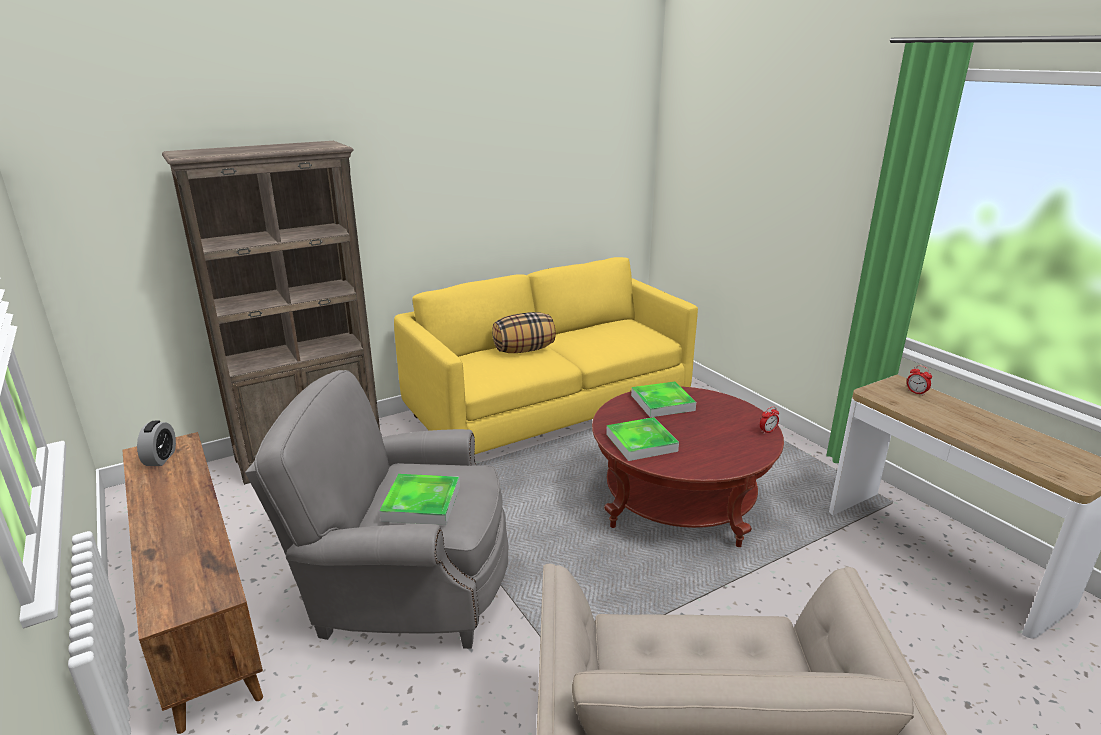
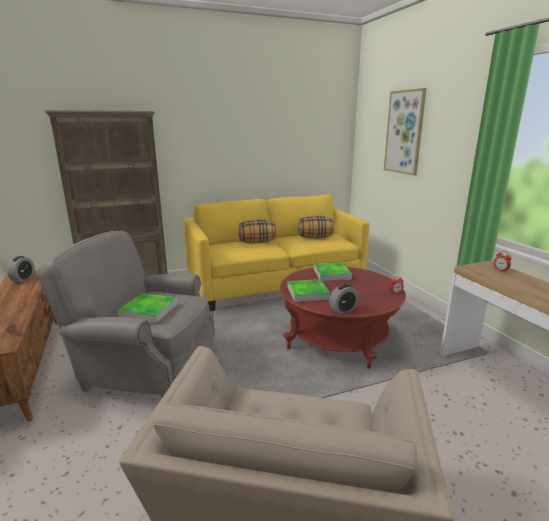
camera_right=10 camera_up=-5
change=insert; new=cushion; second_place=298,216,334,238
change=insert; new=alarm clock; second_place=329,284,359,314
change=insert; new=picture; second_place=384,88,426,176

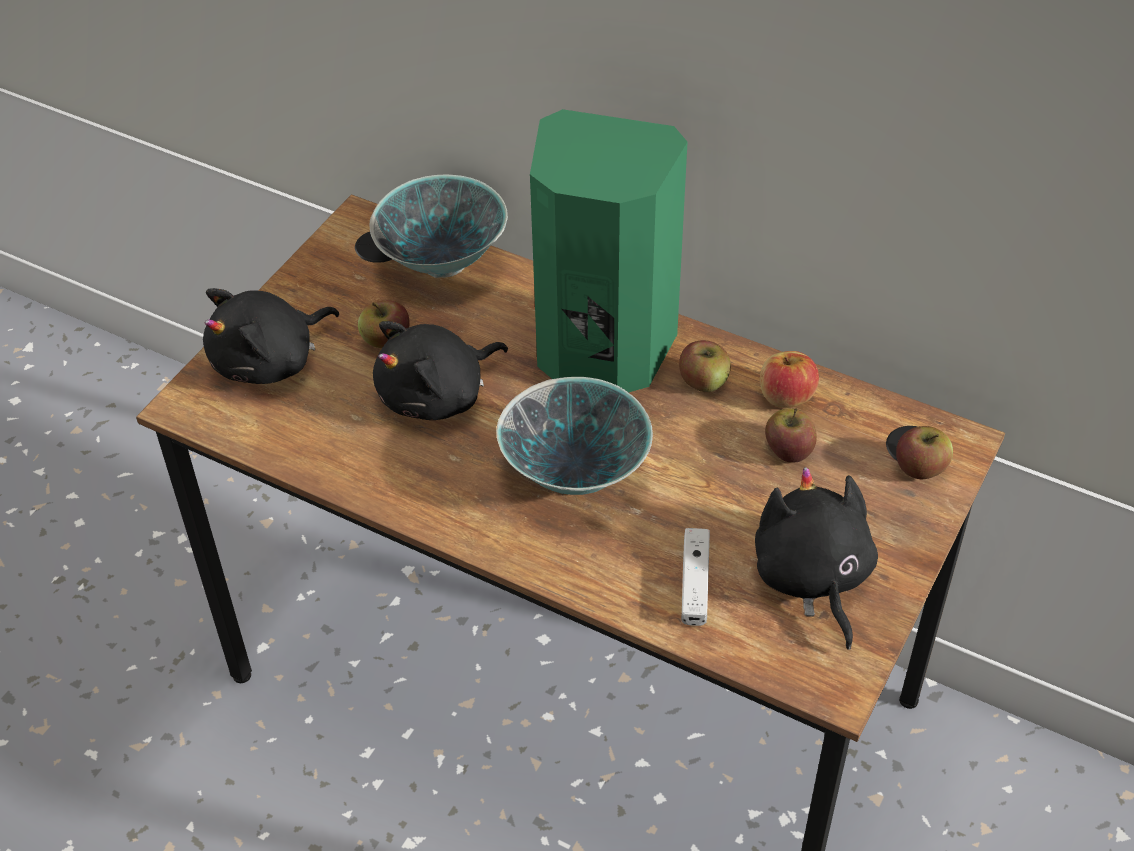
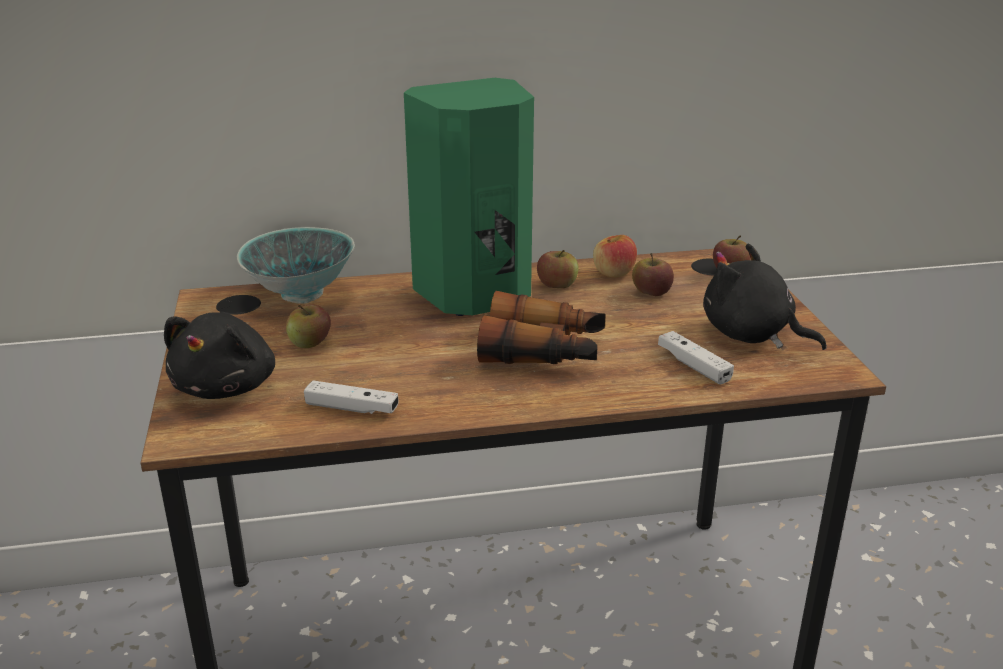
camera_right=-40 camera_up=-20
change=delete; old=blackish plush toy; first_place=373,321,508,420
change=replace; old=deep dish; new=field glasses; first_place=496,377,653,495; second_place=477,291,606,364
change=insert; new=white-coloured game controller; second_place=304,380,399,414

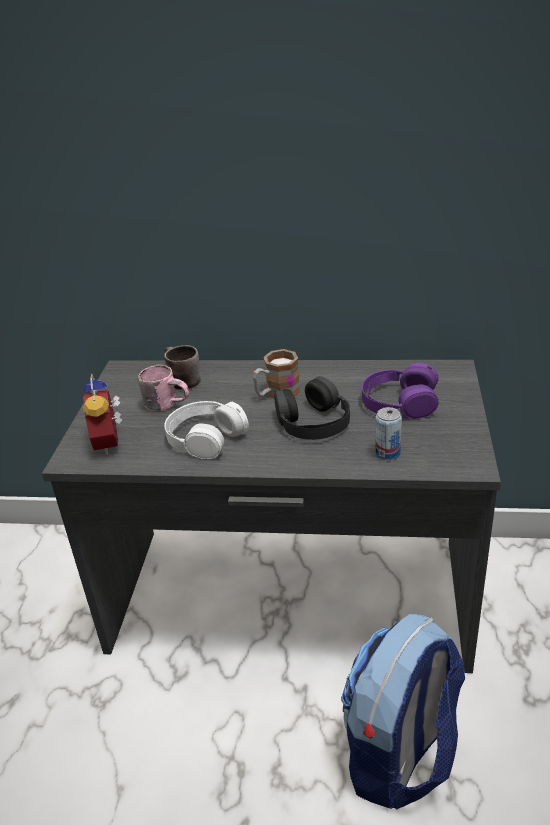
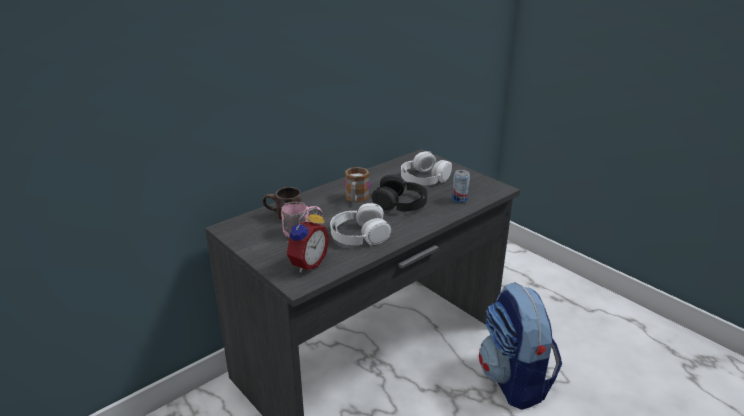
camera_right=-50 camera_up=-5
change=rotate; old=alarm clock; first_place=83,374,122,455; second_place=287,209,329,273; degrees=-90
change=recolor; old=purple-coloured pair of headphones; new=white-coloured pair of headphones; first_place=362,363,439,419; second_place=401,151,452,185

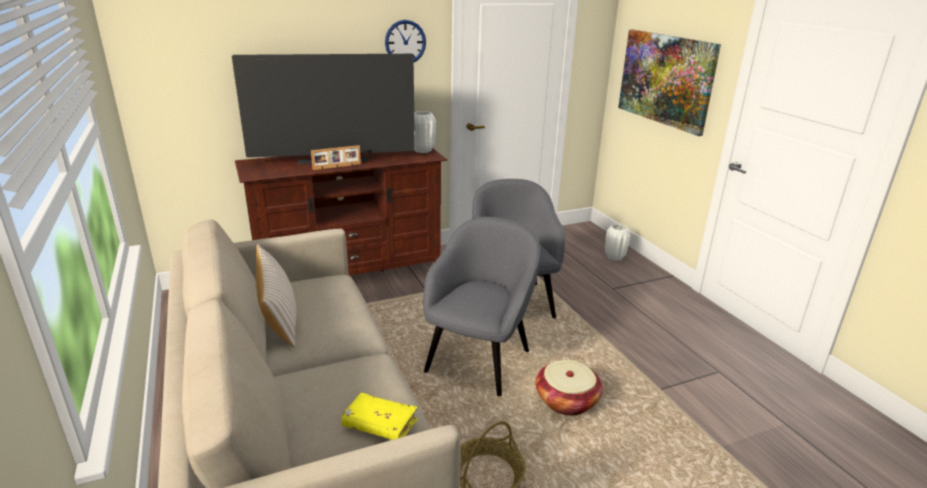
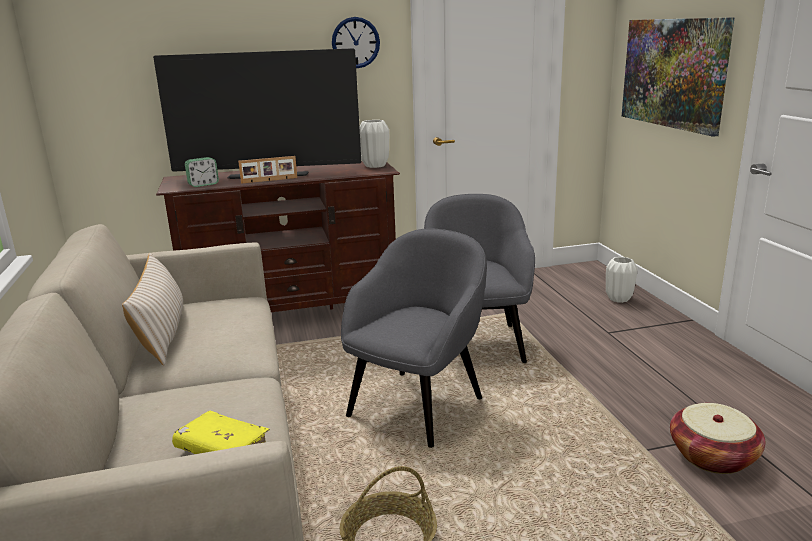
camera_right=10 camera_up=-5
change=move; old=household basket; first_place=536,360,603,416; second_place=670,403,765,474
change=insert; new=alarm clock; second_place=185,157,219,187

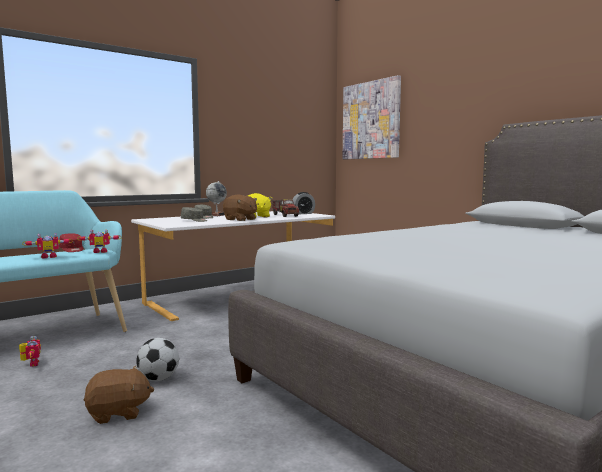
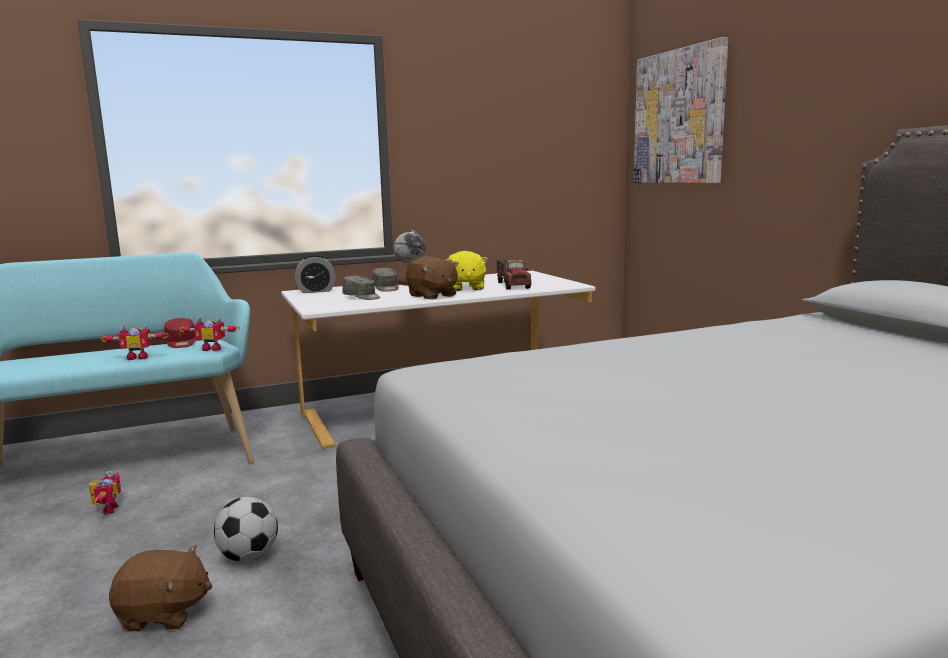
camera_right=15 camera_up=5
change=move; old=alarm clock; first_place=292,192,315,214; second_place=295,255,336,293

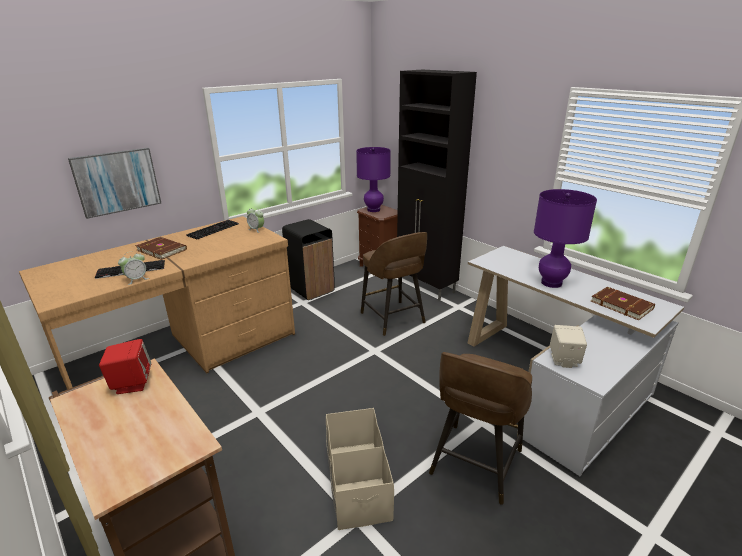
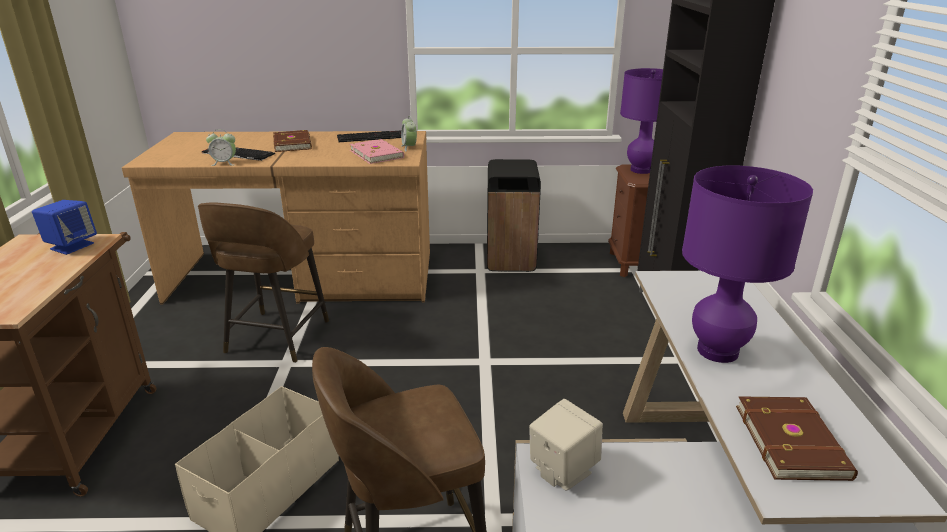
camera_right=40 camera_up=0
change=delete; old=picture; first_place=68,148,161,219
change=recolor; old=red speaker; new=blue speaker; first_place=99,339,151,394; second_place=32,200,97,255
change=move; old=brownish sitting stool; first_place=361,232,427,336; second_place=198,202,329,363
change=insert; new=pink book; second_place=350,139,404,164

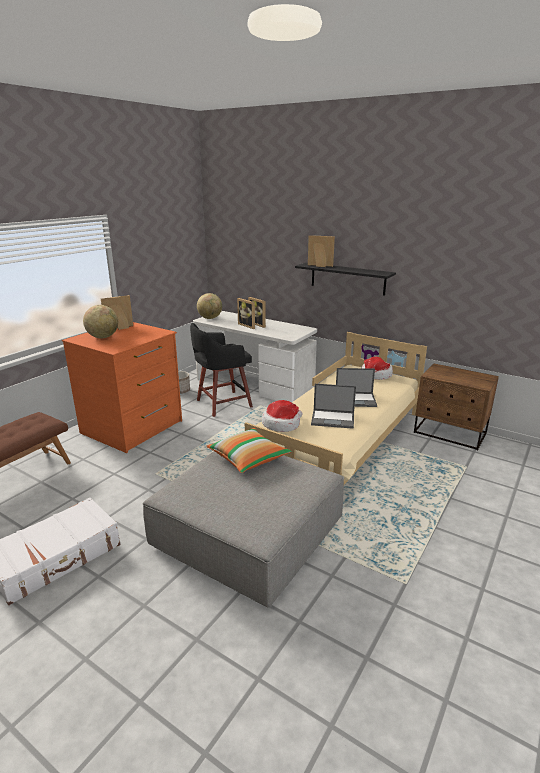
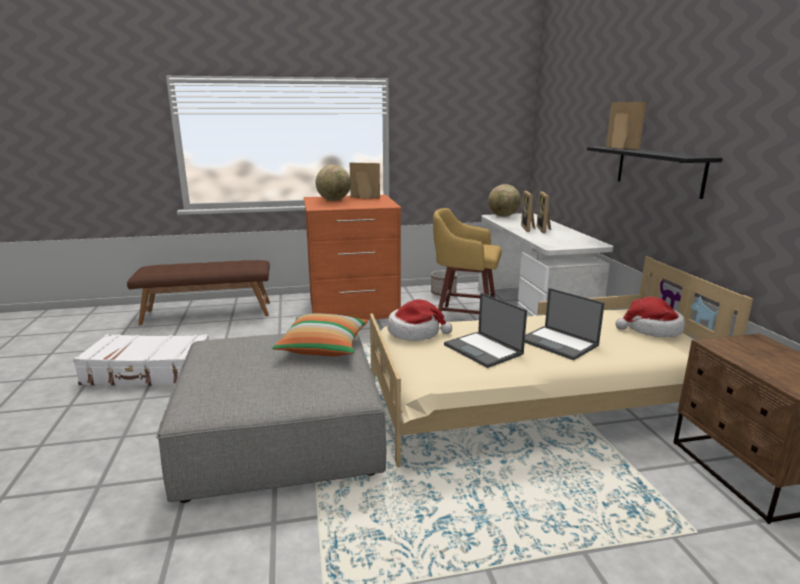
camera_right=45 camera_up=-5
change=recolor; old=blackish sitting stool; new=yellowish sitting stool; first_place=190,323,253,417; second_place=433,208,502,314

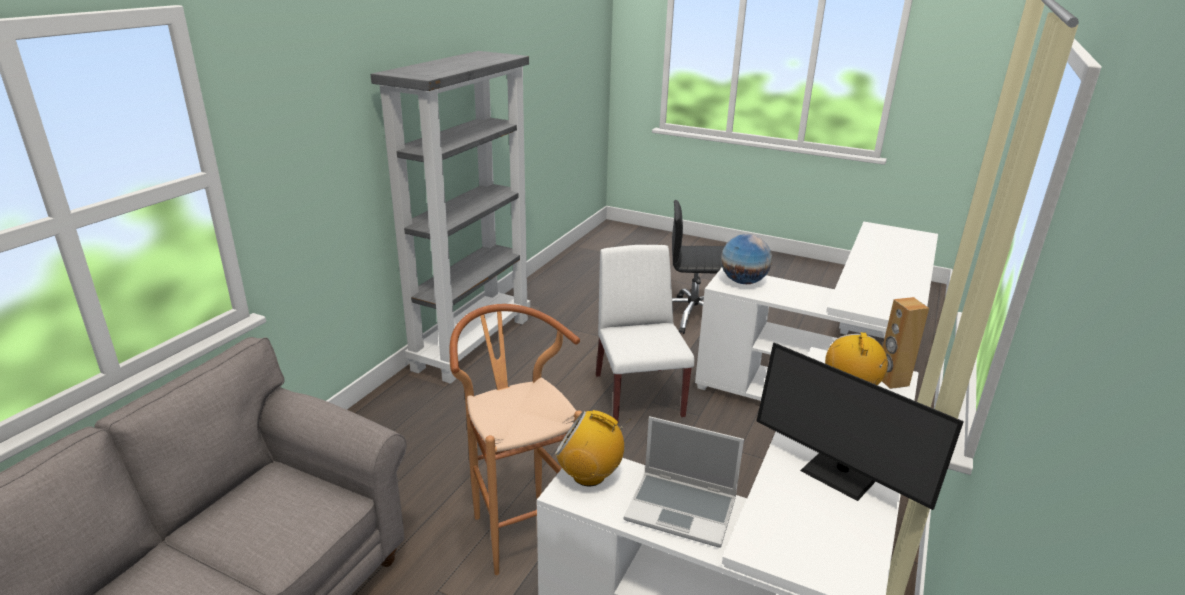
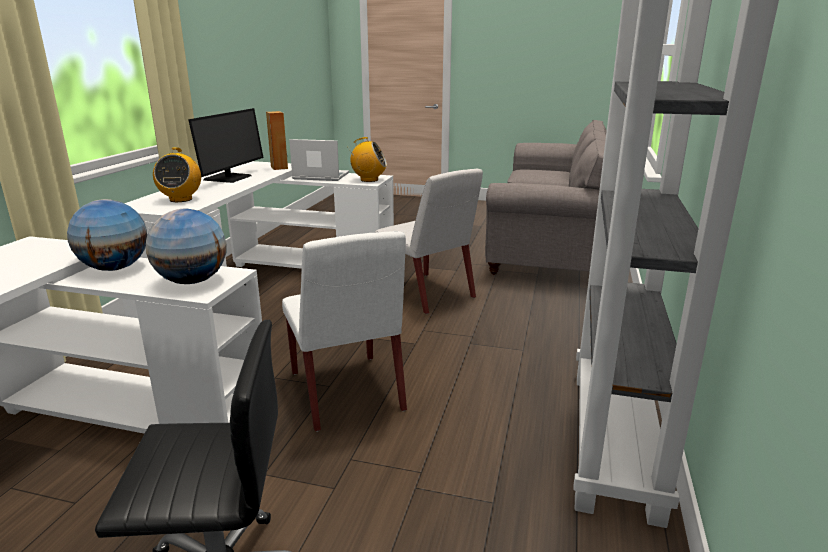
camera_right=170 camera_up=-5
change=replace; old=brownish sitting stool; new=white-coloured upright chair; first_place=449,304,582,575; second_place=374,169,483,314
change=rotate; old=computer screen; first_place=756,343,964,510; second_place=188,108,263,183; degrees=75
change=move; old=brownish speaker; first_place=882,297,929,389; second_place=266,111,288,170
change=insert; new=desk globe; second_place=67,199,147,271

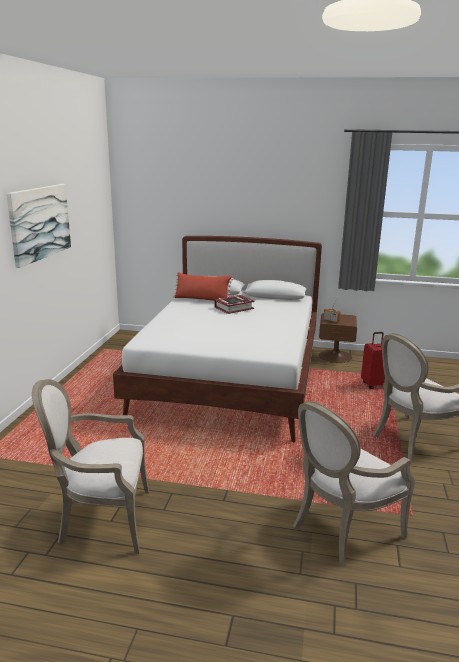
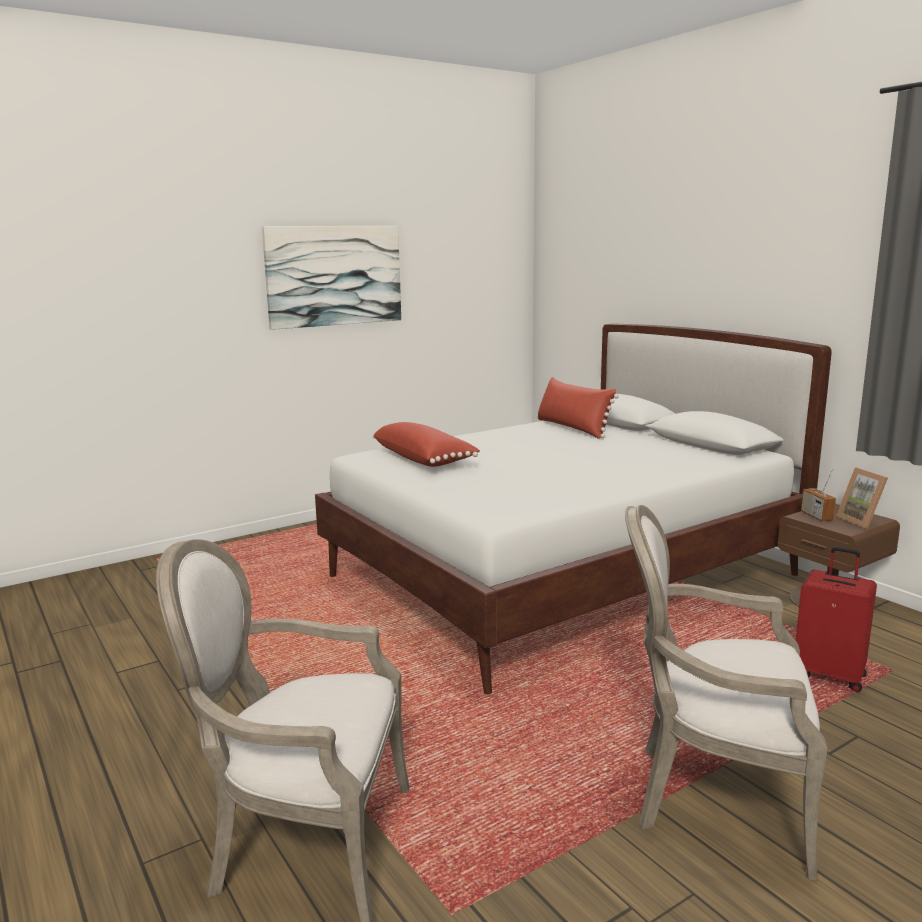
camera_right=45 camera_up=-5
change=delete; old=armchair; first_place=32,379,149,554
change=delete; old=book; first_place=214,295,255,314
change=insert; new=red cushion; second_place=373,422,480,467
change=insert; new=standing frame; second_place=836,467,888,529

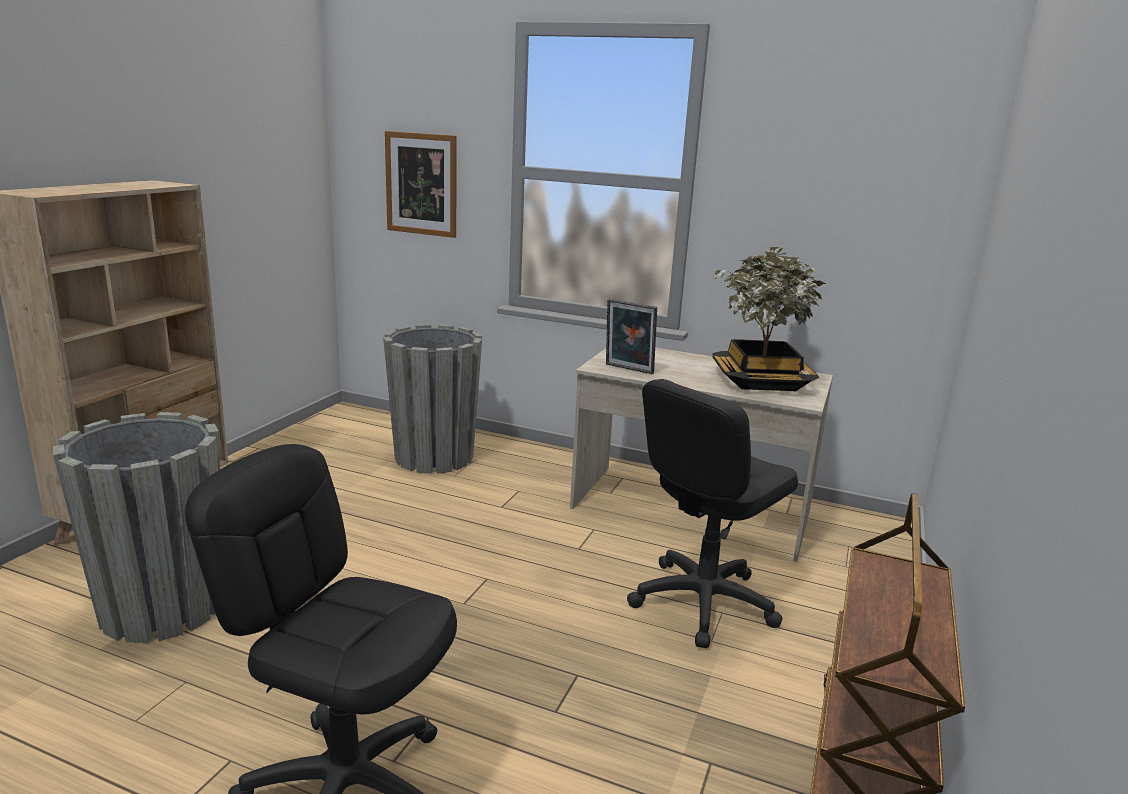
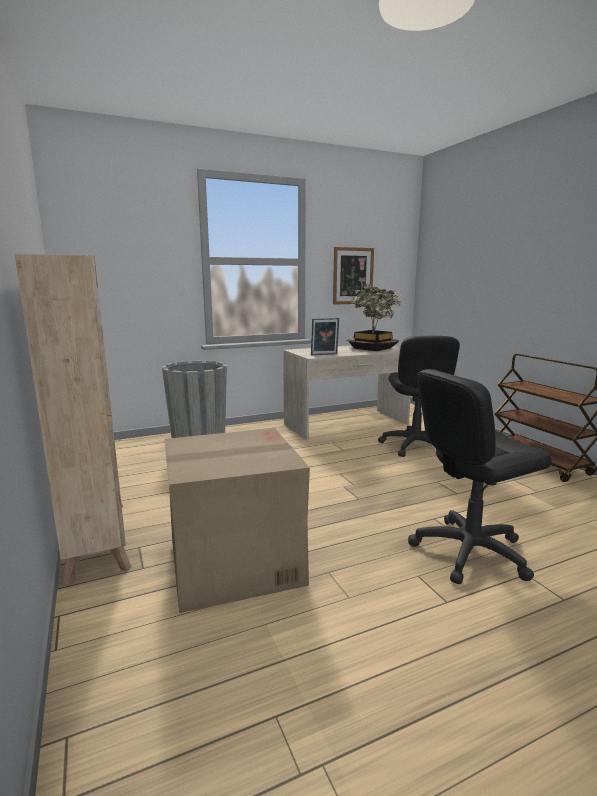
camera_right=-45 camera_up=-5
change=replace; old=greyish plant pot; new=cardboard box; first_place=53,412,220,643; second_place=164,428,310,613
change=move; old=picture; first_place=385,131,457,238; second_place=333,247,374,305

